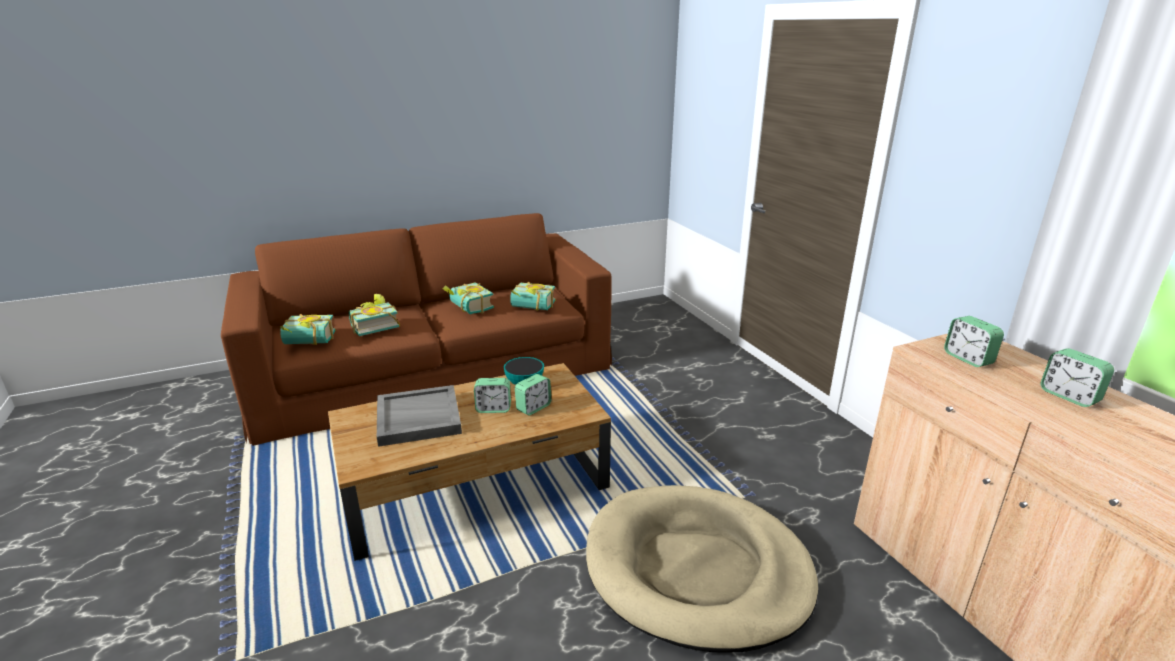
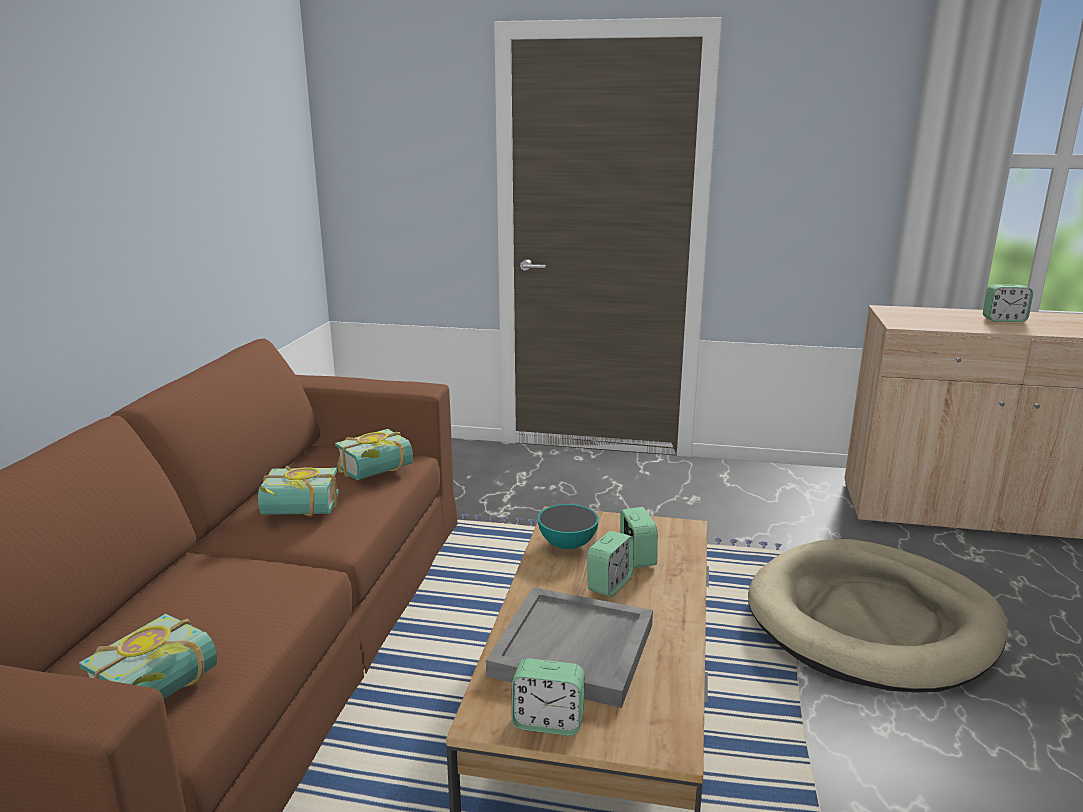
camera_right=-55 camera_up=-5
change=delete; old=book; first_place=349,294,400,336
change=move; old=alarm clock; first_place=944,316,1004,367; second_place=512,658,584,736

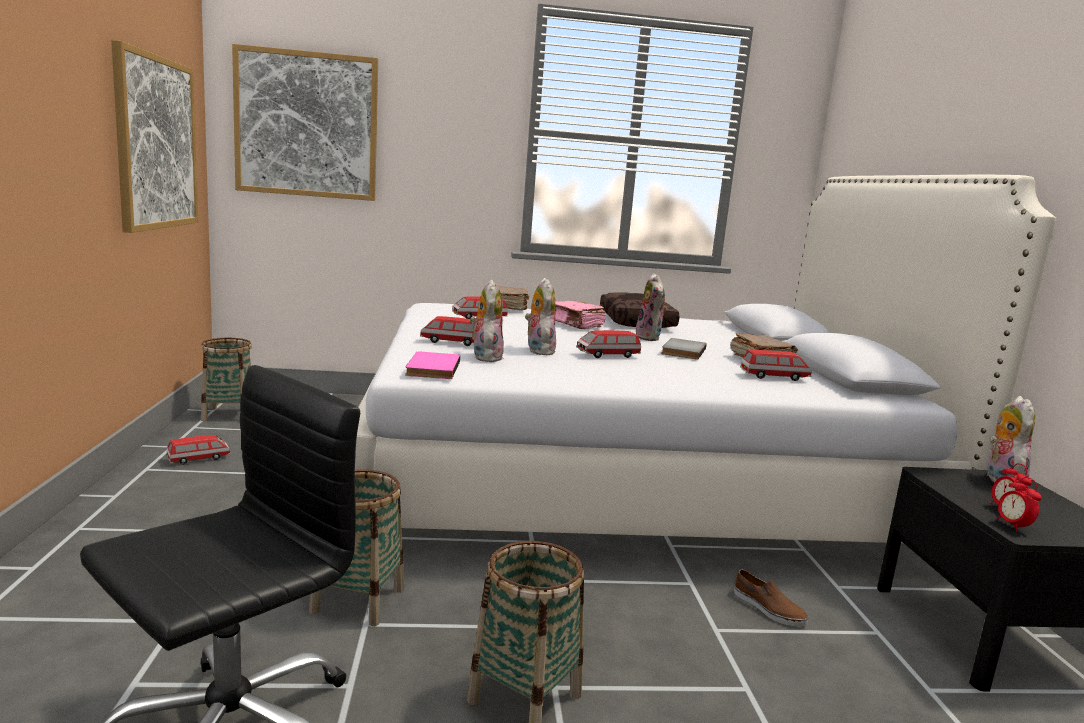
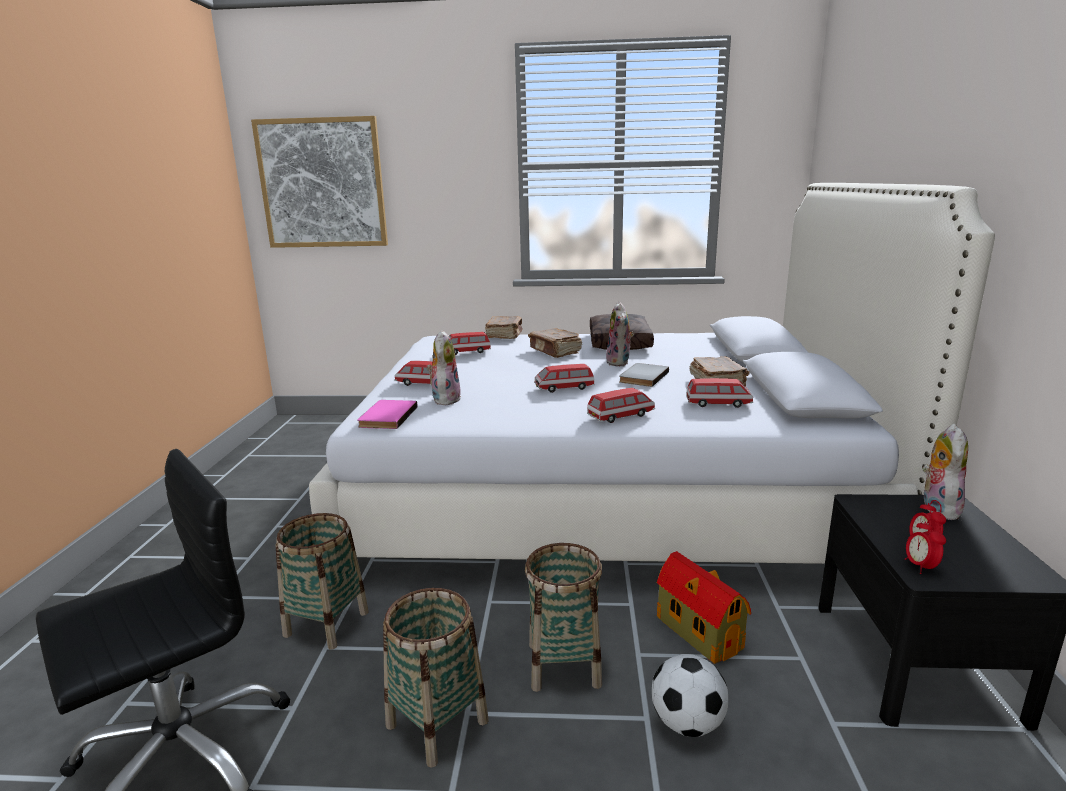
camera_right=10 camera_up=5
change=delete; old=picture; first_place=111,40,198,233
change=move; old=model car; first_place=167,435,230,465; second_place=587,388,655,423
change=move; old=household basket; first_place=201,338,252,421; second_place=525,543,602,692
change=delete; old=plush toy; first_place=525,278,556,356
change=recolor; old=pink book; new=brownish book; first_place=555,301,606,329; second_place=528,328,582,358
change=replace; old=brownish item of footwear; new=miniature house; first_place=734,570,808,626; second_place=657,551,751,664
change=insert; new=ball for football; second_place=652,654,728,737

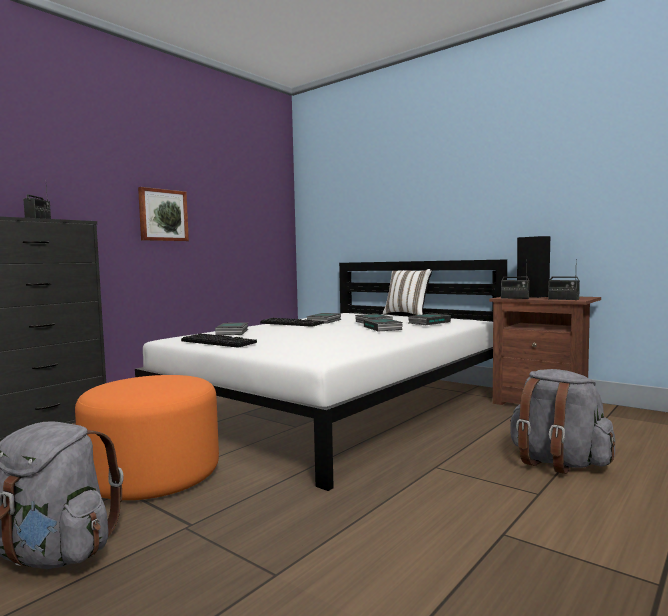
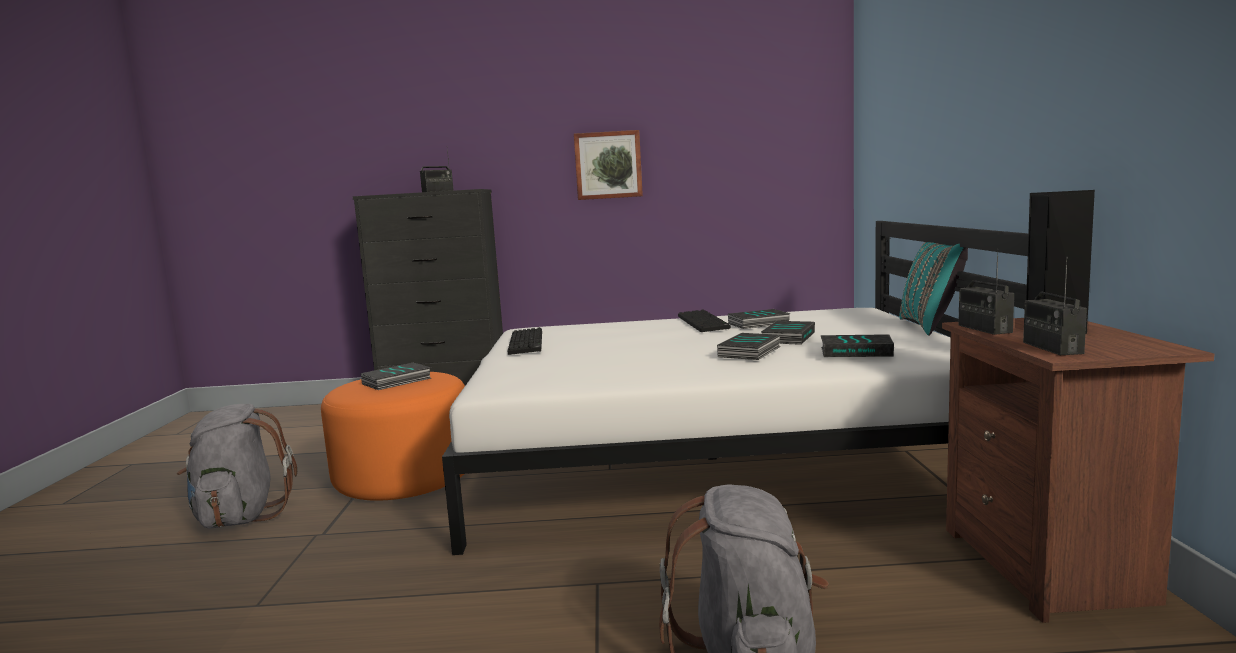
camera_right=50 camera_up=5
change=move; old=book; first_place=215,322,248,335; second_place=361,363,431,390
change=recolor; old=white-coloured cushion; new=turquoise-coloured cushion; first_place=383,269,432,315; second_place=899,242,968,336

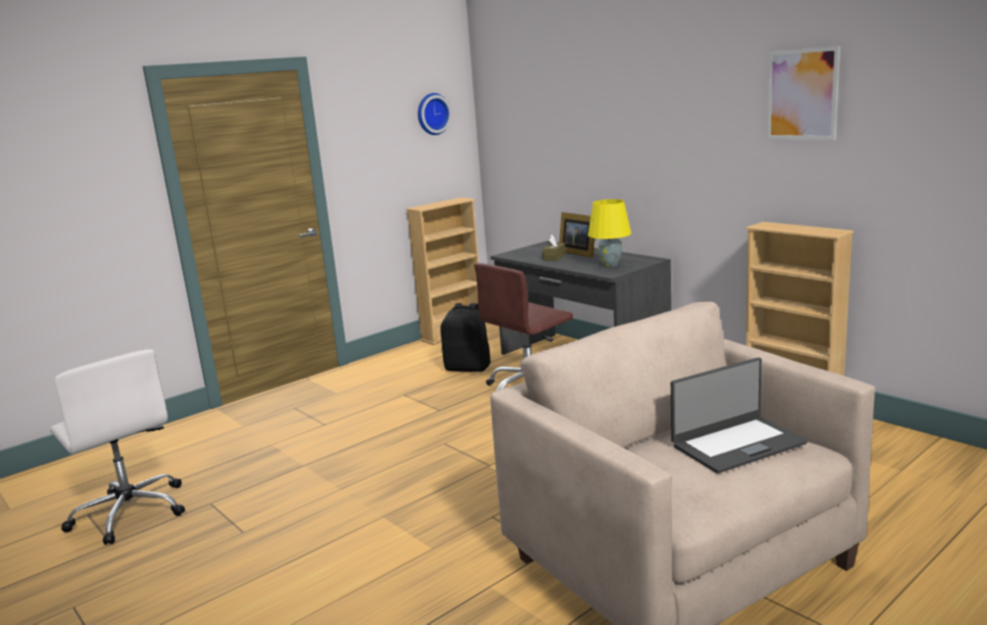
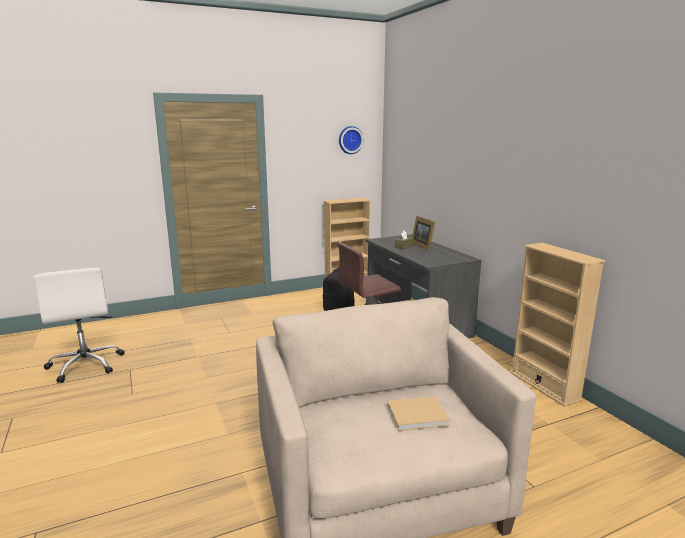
camera_right=15 camera_up=0
change=delete; old=yellowish lamp for a table; first_place=588,199,631,267
change=replace; old=laptop; new=beige-coloured book; first_place=671,357,808,473; second_place=387,397,450,431
change=delete; old=picture; first_place=767,46,840,140

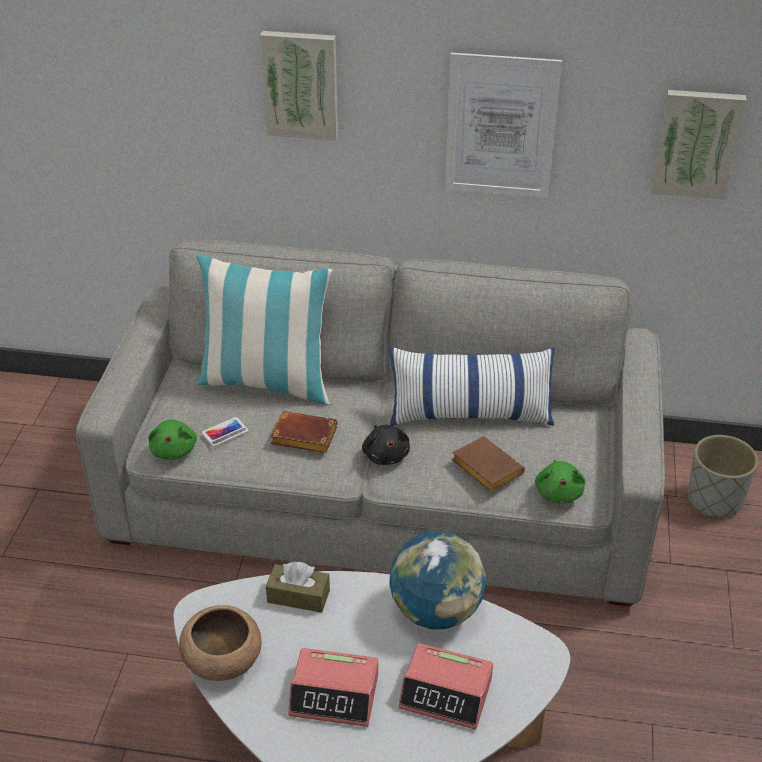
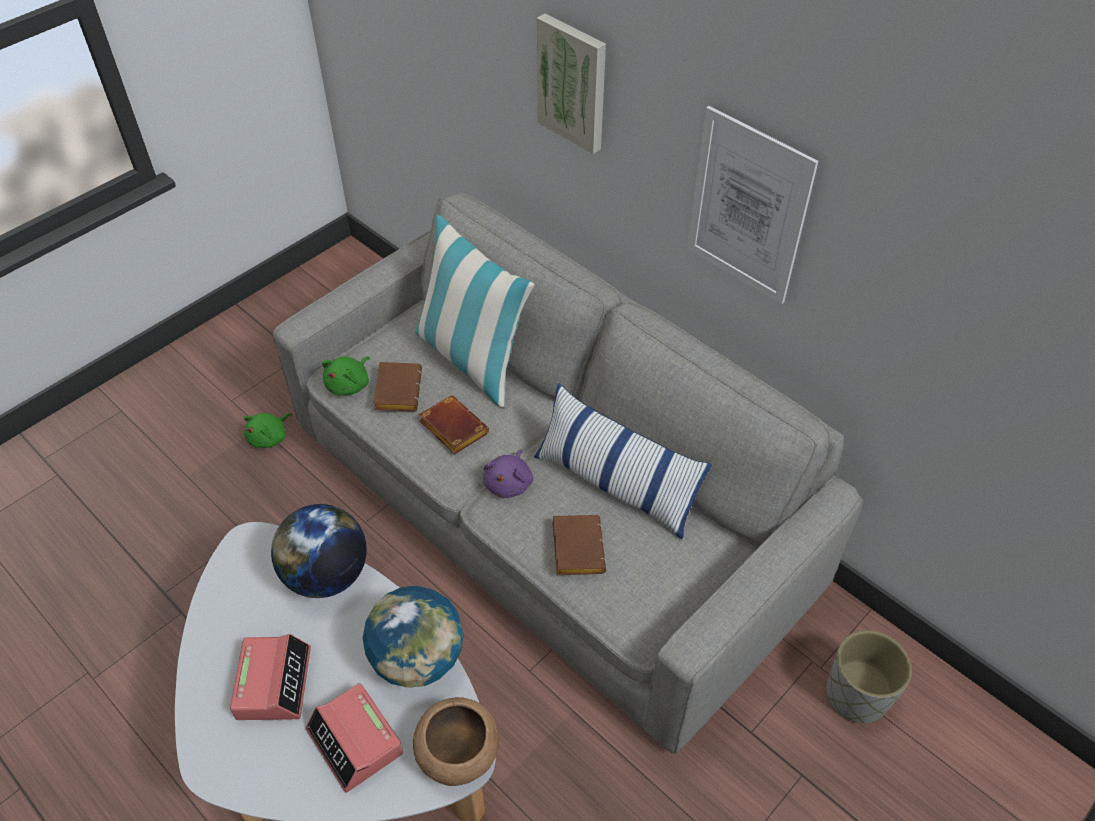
camera_right=35 camera_up=10
change=move; old=brownish deep dish; first_place=179,605,262,681; second_place=413,697,499,786
change=replace; old=telephone; new=brownish book; first_place=202,417,248,446; second_place=373,362,422,411
change=replace; old=brownish box of tissues; new=desk globe; first_place=266,562,330,613; second_place=271,504,367,598
change=rotate; old=alarm clock; first_place=288,648,378,727; second_place=230,634,311,720; degrees=-135
change=recolor; old=blackish plush toy; new=purple-coloured plush toy; first_place=362,425,410,465; second_place=483,449,533,498
change=move; old=greenish plush toy; first_place=535,459,585,503; second_place=243,413,292,448
change=delete; old=picture; first_place=651,90,747,200

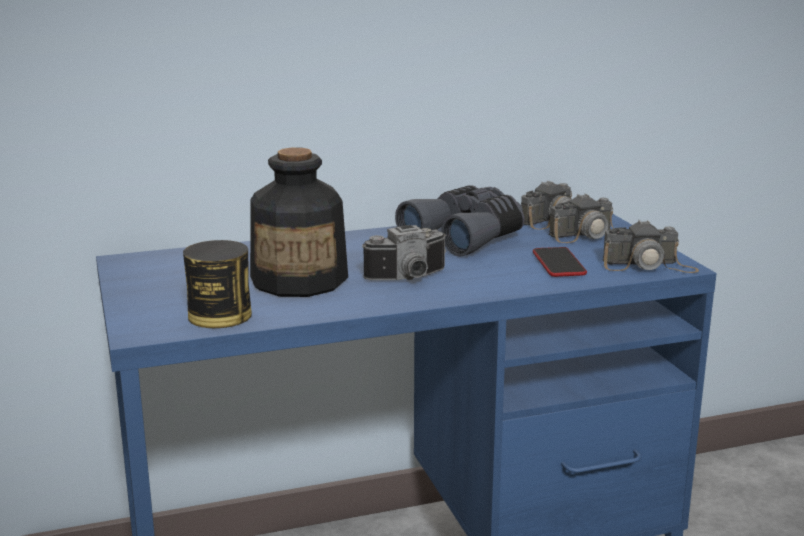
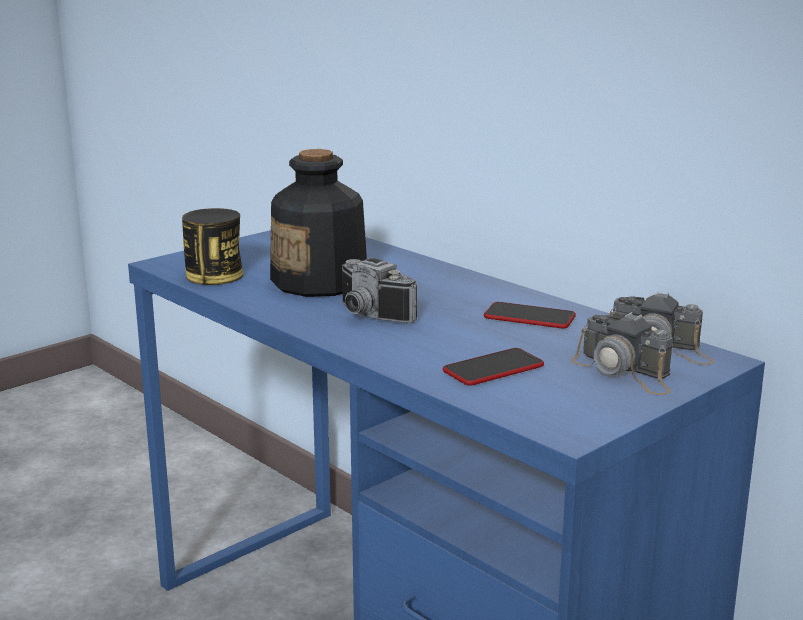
camera_right=65 camera_up=0
change=replace; old=greyish field glasses; new=telephone; first_place=395,185,525,257; second_place=484,302,576,328
change=delete; old=still camera; first_place=603,220,699,273

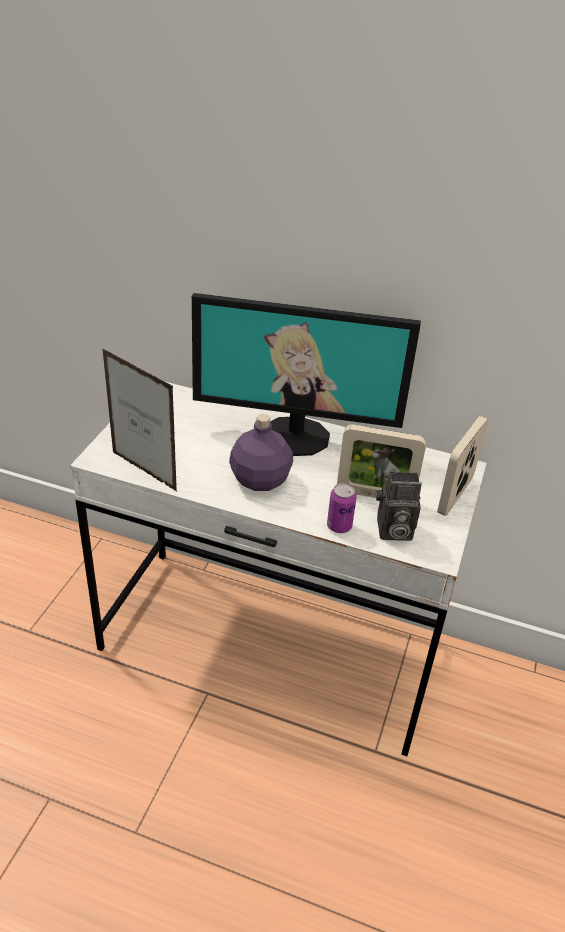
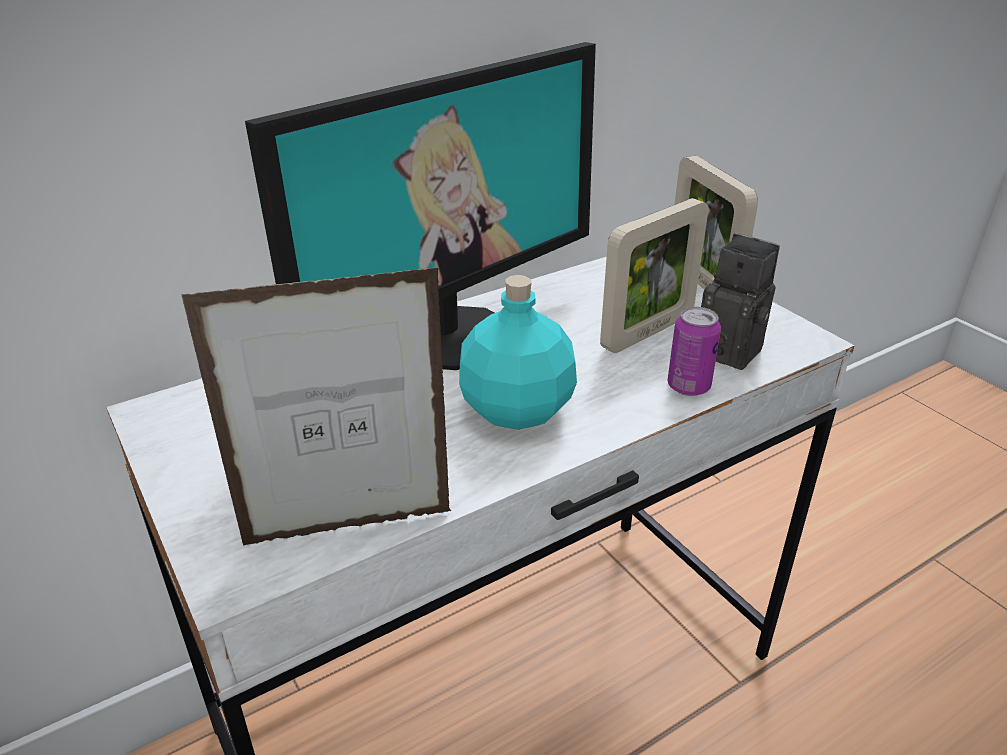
camera_right=-50 camera_up=-5
change=recolor; old=purple-coloured beverage bottle; new=turquoise-coloured beverage bottle; first_place=229,414,293,491; second_place=459,275,577,430
change=rotate; old=still camera; first_place=376,472,422,541; second_place=701,233,780,370; degrees=-90

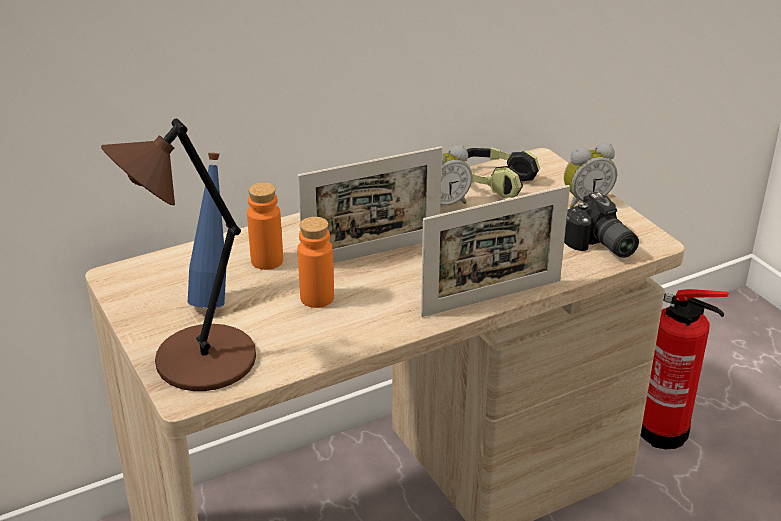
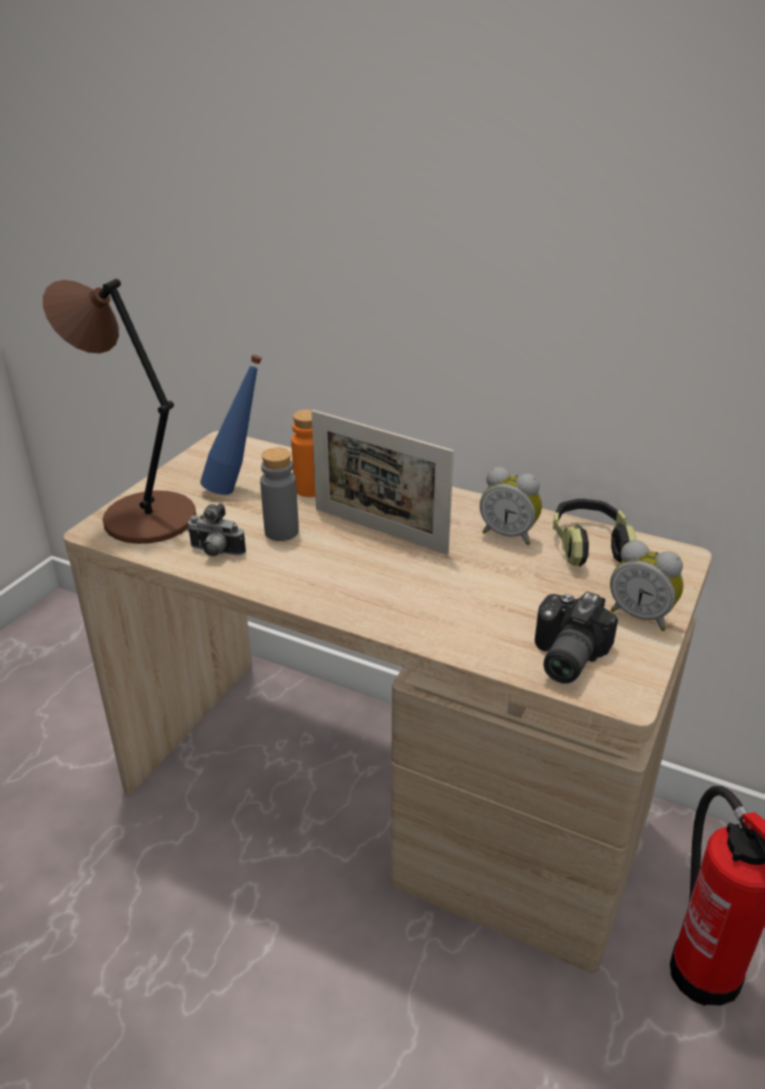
camera_right=55 camera_up=0
change=recolor; old=orange-coloured beverage bottle; new=greyish beverage bottle; first_place=298,217,334,308; second_place=260,448,299,541
change=delete; old=standing frame; first_place=421,185,570,317
change=insert; new=still camera; second_place=187,503,246,557

